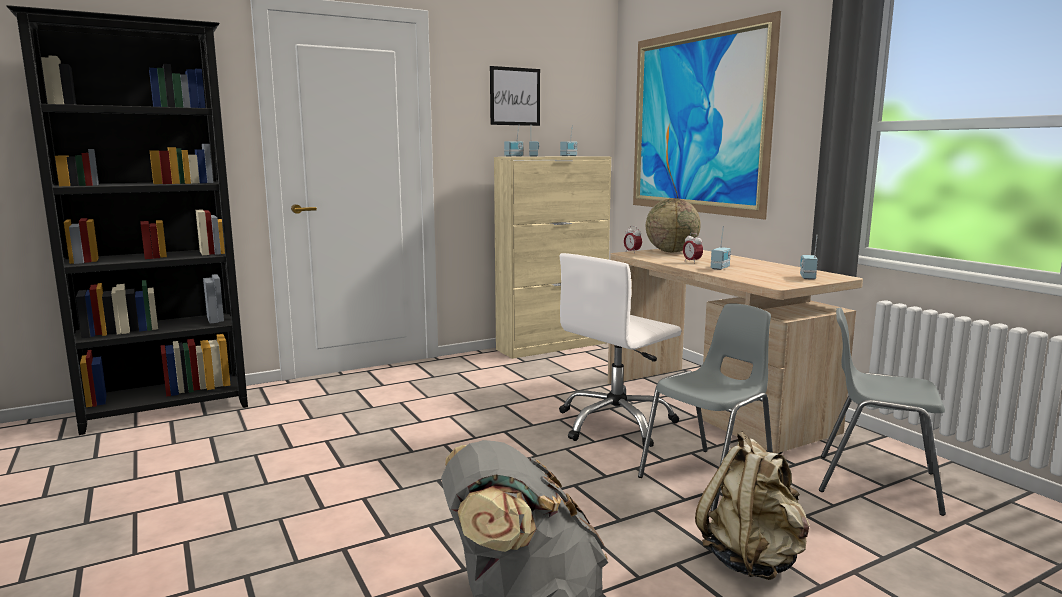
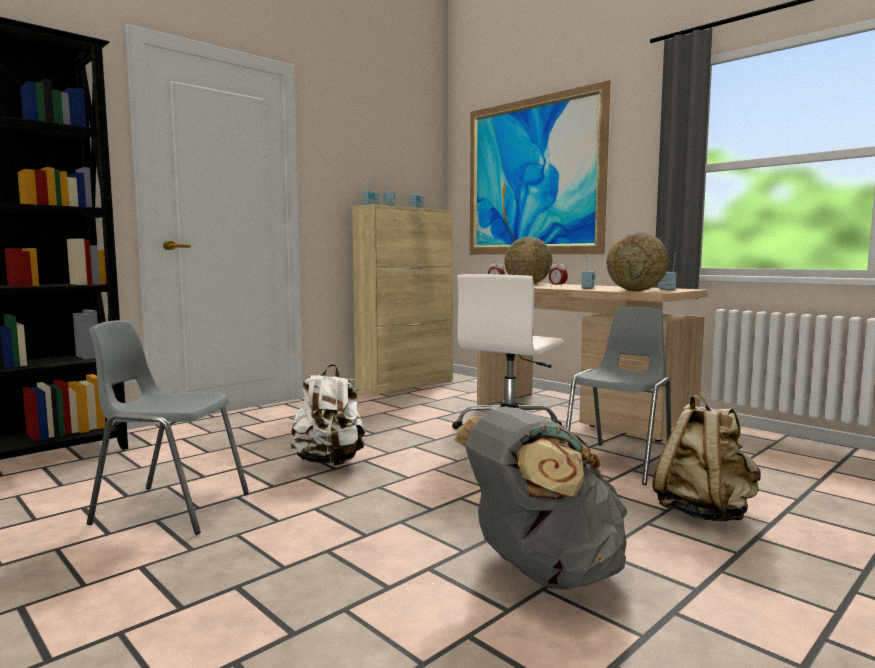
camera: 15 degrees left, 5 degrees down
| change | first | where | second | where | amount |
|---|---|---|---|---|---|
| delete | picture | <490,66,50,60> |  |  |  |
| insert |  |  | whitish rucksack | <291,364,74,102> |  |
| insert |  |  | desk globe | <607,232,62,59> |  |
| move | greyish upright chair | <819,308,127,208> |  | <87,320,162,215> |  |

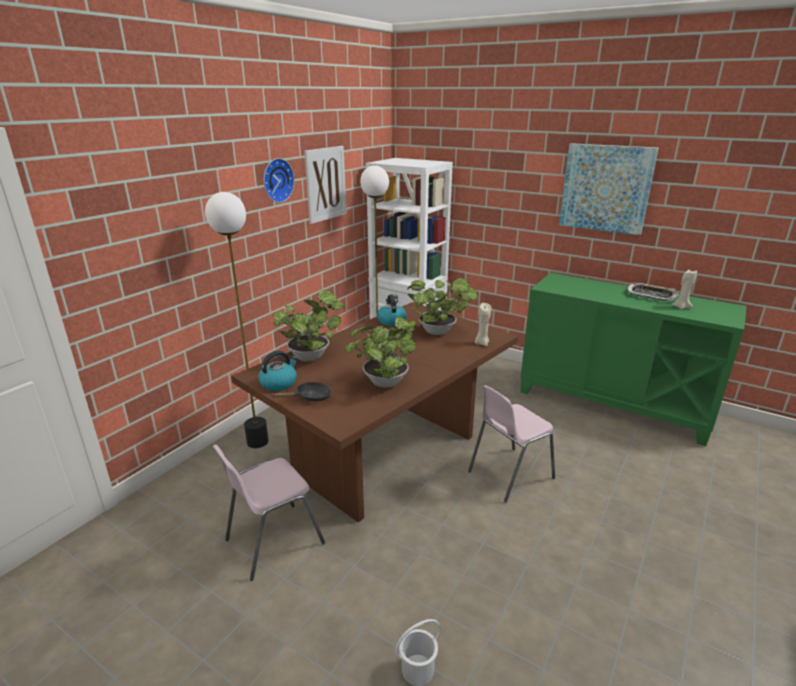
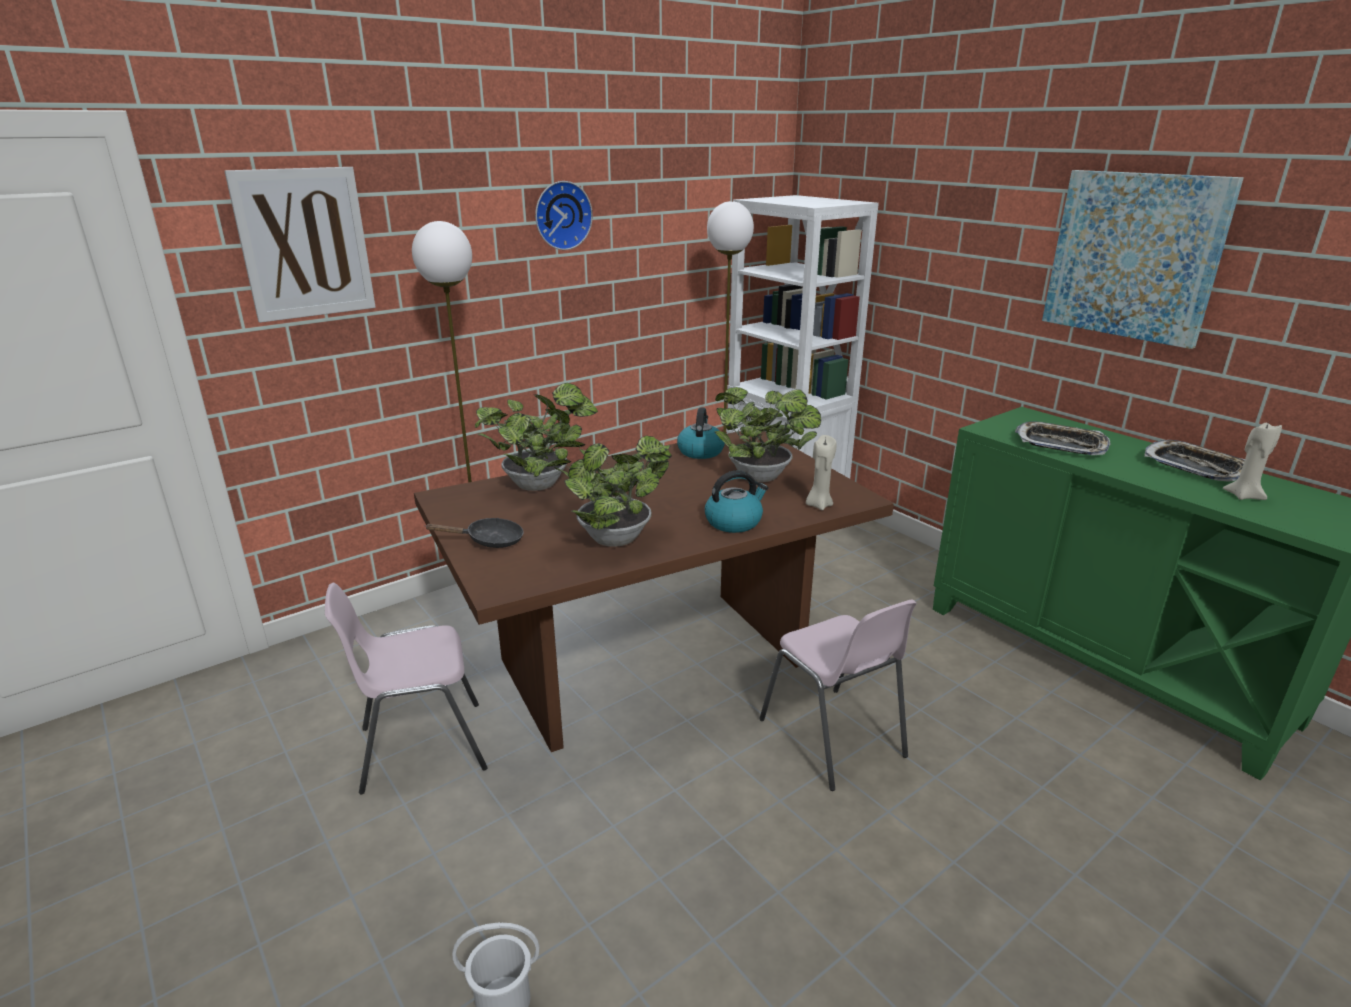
camera: 20 degrees right, 0 degrees up
| change | first | where | second | where | amount |
|---|---|---|---|---|---|
| insert |  |  | carrying tray | <1015,421,96,34> |  |
| move | kettle | <258,351,40,40> |  | <705,470,63,63> |  |
| move | picture | <304,146,43,78> |  | <224,167,152,156> |  |
| rotate | pink upright chair | <468,385,87,117> |  | <759,599,158,192> | 105 degrees counterclockwise |

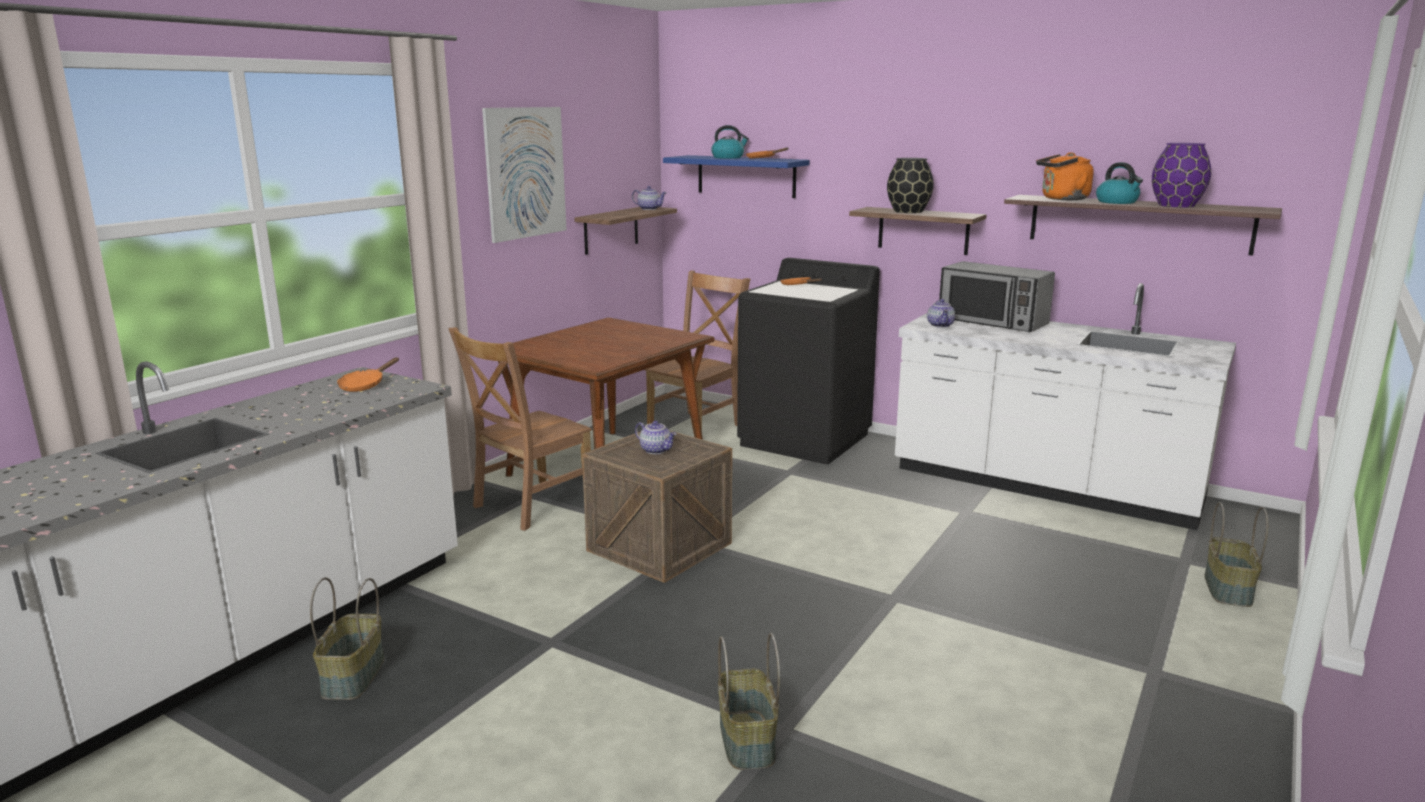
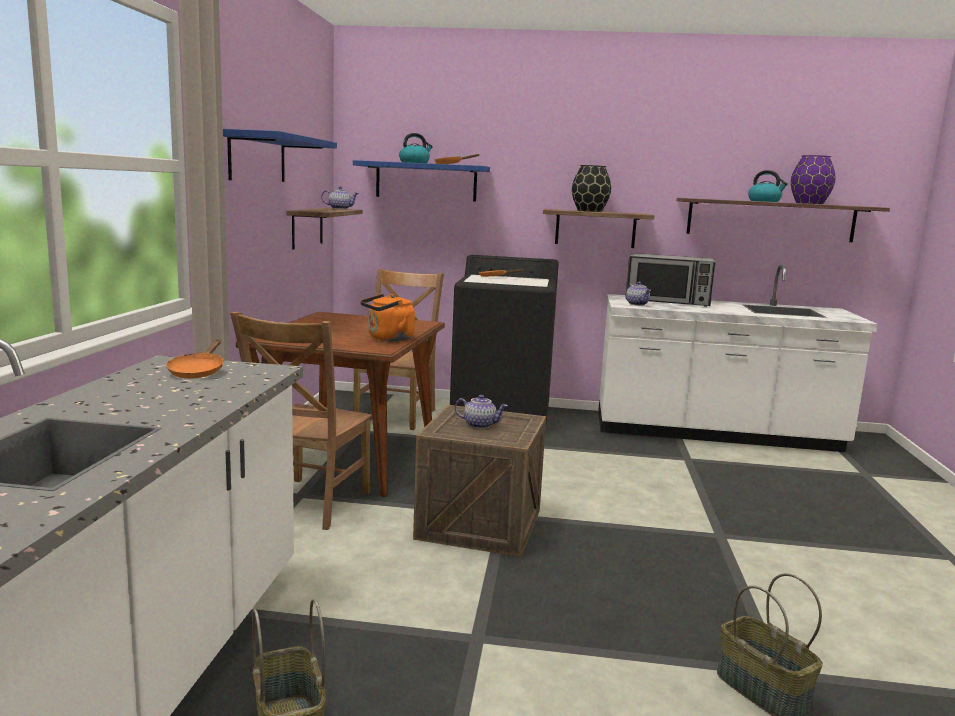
camera: 25 degrees left, 5 degrees down
| change | first | where | second | where | amount |
|---|---|---|---|---|---|
| delete | basket | <1204,502,64,105> |  |  |  |
| move | orange-coloured kettle | <1036,152,58,48> |  | <360,294,55,47> |  |
| replace | picture | <482,107,85,136> | blue-coloured wall shelf | <223,129,114,53> |  |

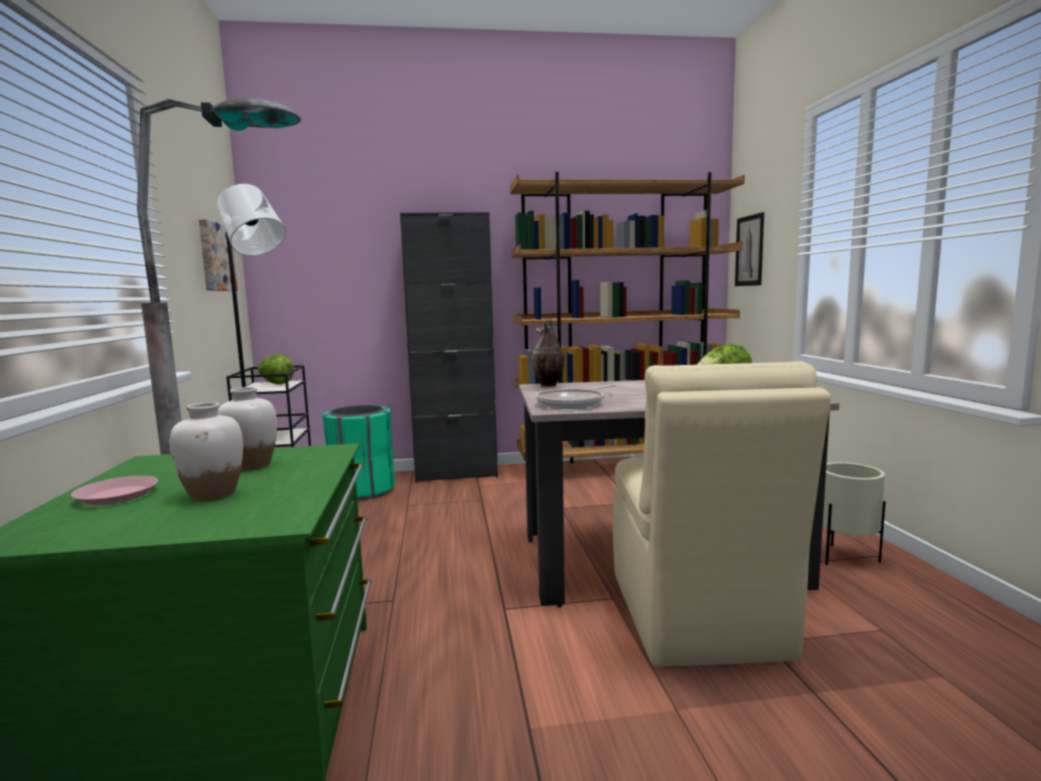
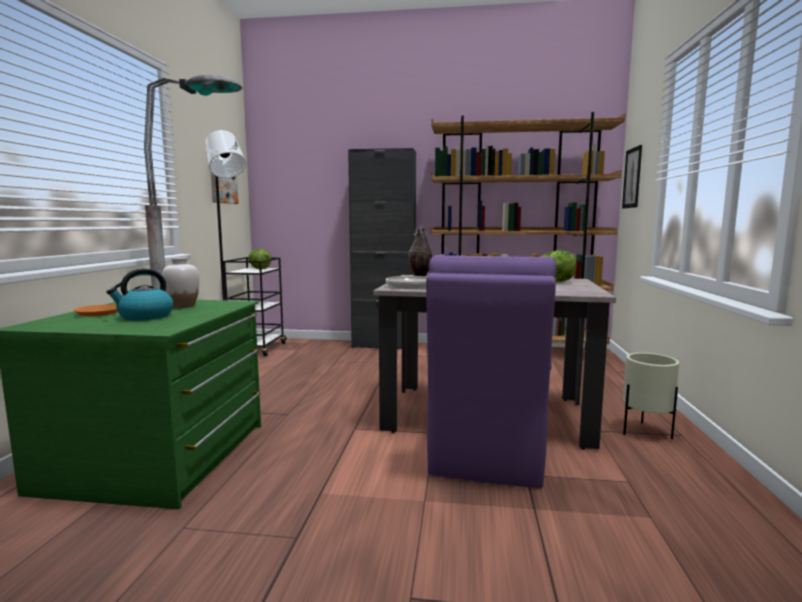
camera: 15 degrees right, 0 degrees up
| change | first | where | second | where | amount |
|---|---|---|---|---|---|
| delete | greenish rubbish bin | <322,405,73,96> |  |  |  |
| replace | whitish vase | <170,402,73,99> | kettle | <106,269,67,51> |  |
| recolor | pink dinner plate | <71,476,87,30> | orange-coloured dinner plate | <73,304,45,13> |  |
| recolor | beige upright chair | <613,361,218,306> | purple-coloured upright chair | <426,255,130,234> |  |

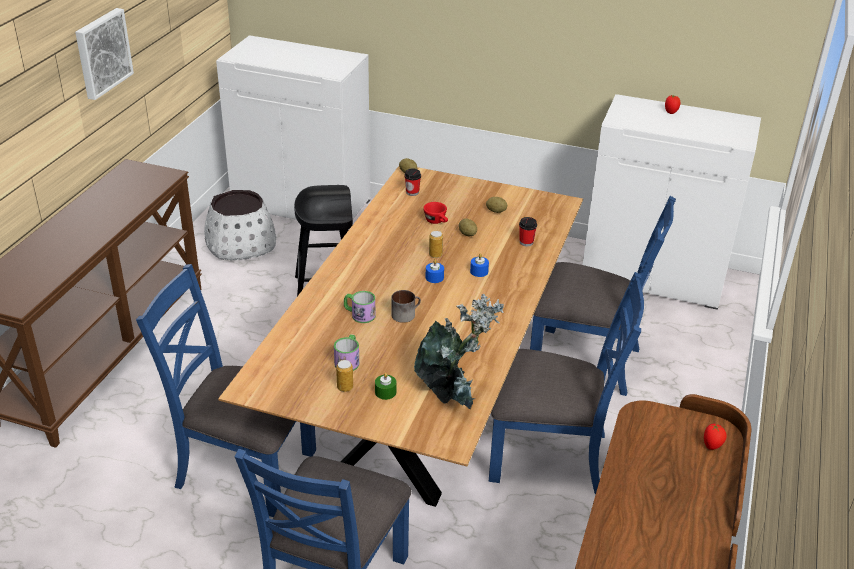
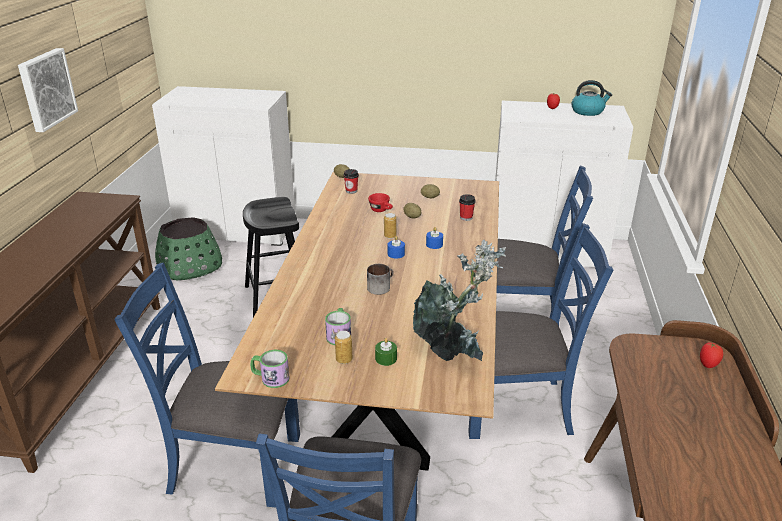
camera: 10 degrees left, 5 degrees down
| change | first | where | second | where | amount |
|---|---|---|---|---|---|
| insert |  |  | kettle | <571,80,41,36> |  |
| move | coffee mug | <344,291,31,32> |  | <250,350,40,38> |  |
| recolor | whitish plant pot | <204,190,72,70> | greenish plant pot | <155,217,67,63> |  |

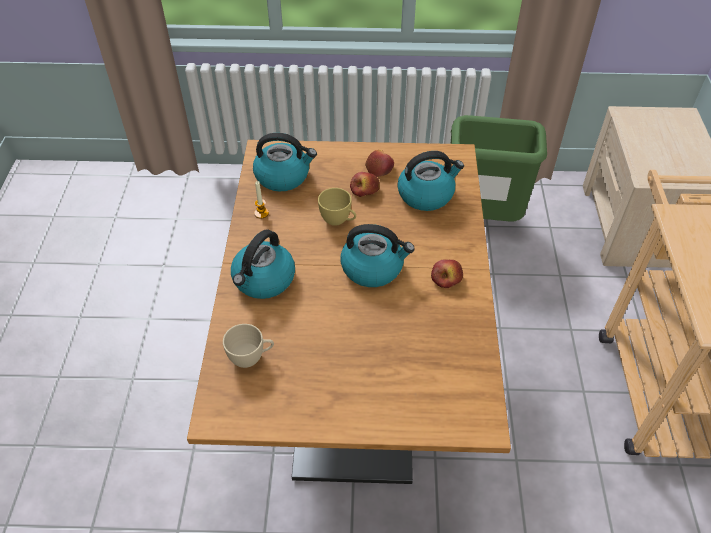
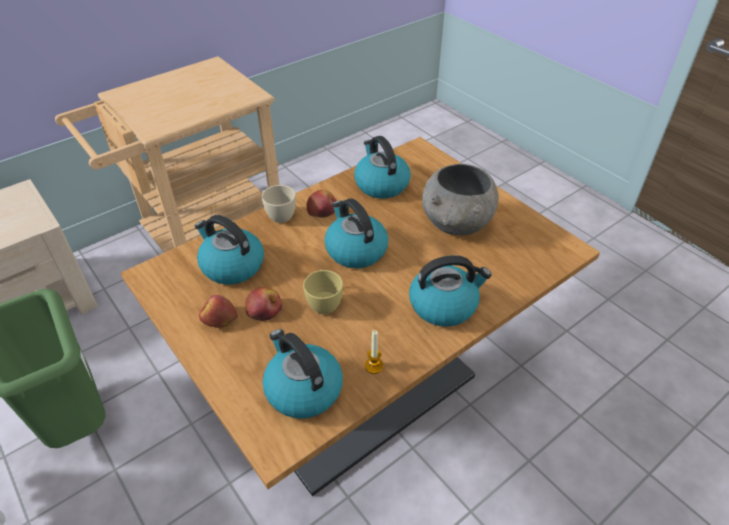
camera: 130 degrees left, 5 degrees down
| change | first | where | second | where | amount |
|---|---|---|---|---|---|
| insert |  |  | kettle | <354,136,57,62> |  |
| insert |  |  | greyish serving bowl | <422,164,77,71> |  |
| move | beige drinking cup | <223,324,51,44> |  | <262,185,34,38> |  |

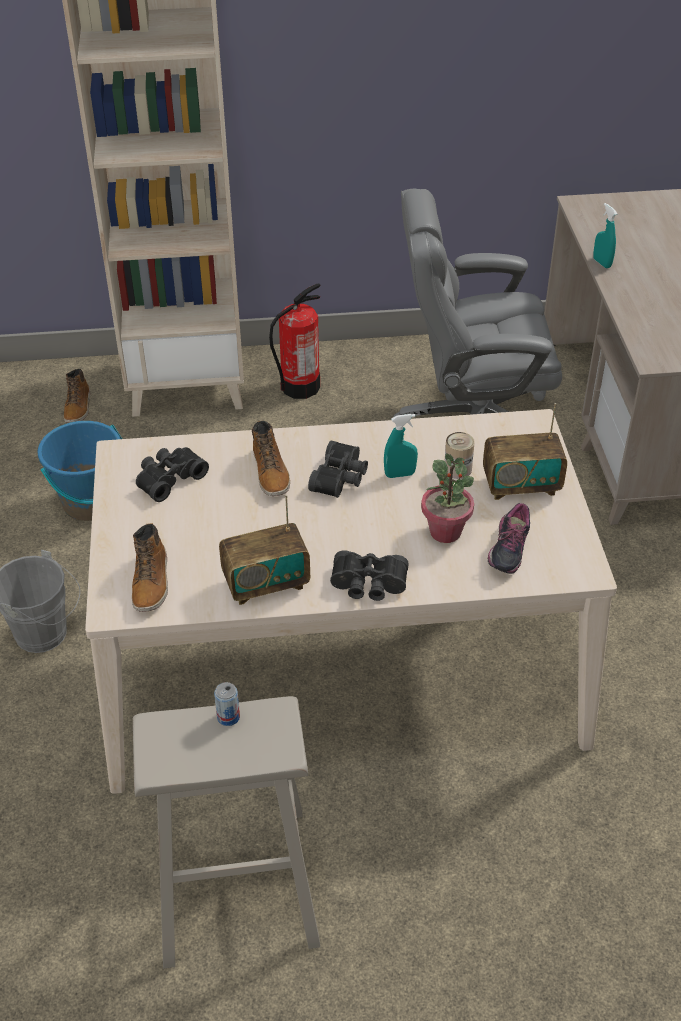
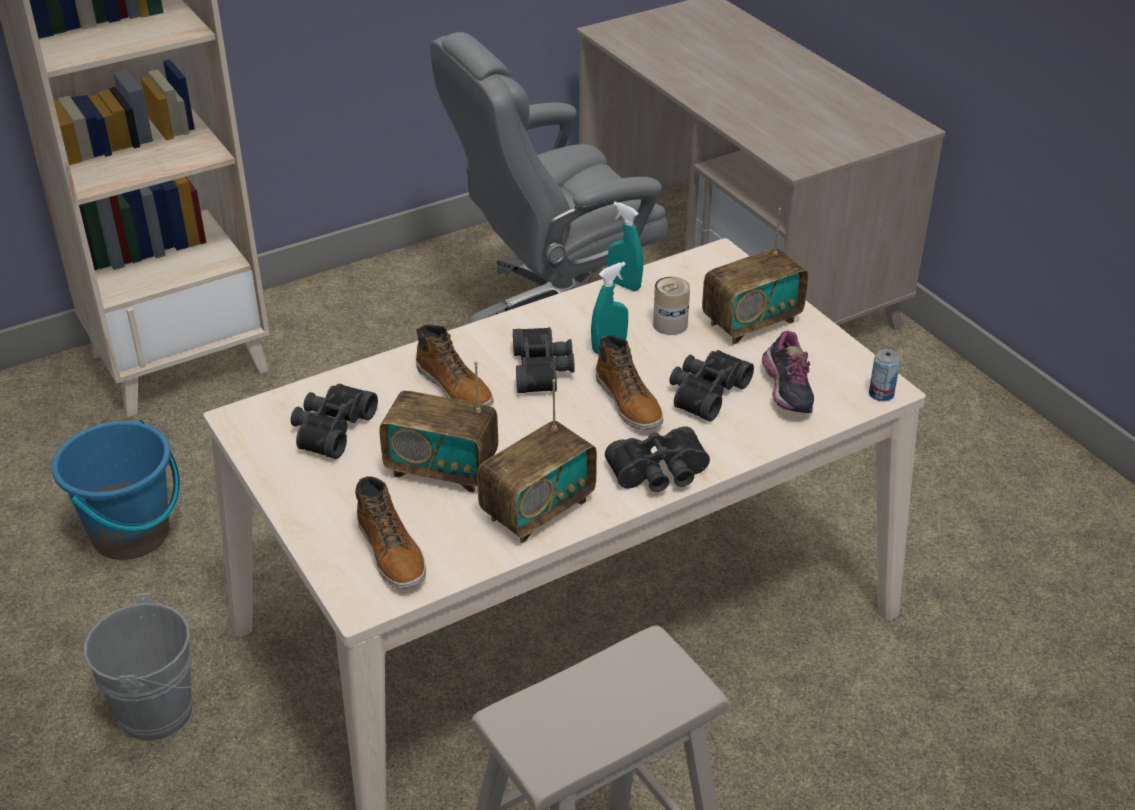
camera: 25 degrees left, 5 degrees down
| change | first | where | second | where | amount |
|---|---|---|---|---|---|
| delete | fire-fighting cylinder | <269,283,51,116> |  |  |  |
| insert |  |  | radio set | <379,361,119,132> |  |
| move | tall boot | <64,369,26,54> |  | <596,335,67,94> |  |
| move | can | <214,682,26,44> |  | <869,349,31,52> |  |
| move | turquoise sprayer | <593,203,24,65> |  | <608,202,35,89> |  |
| replace | plant in a pot | <421,453,53,90> | black field glasses | <669,350,85,72> |  |

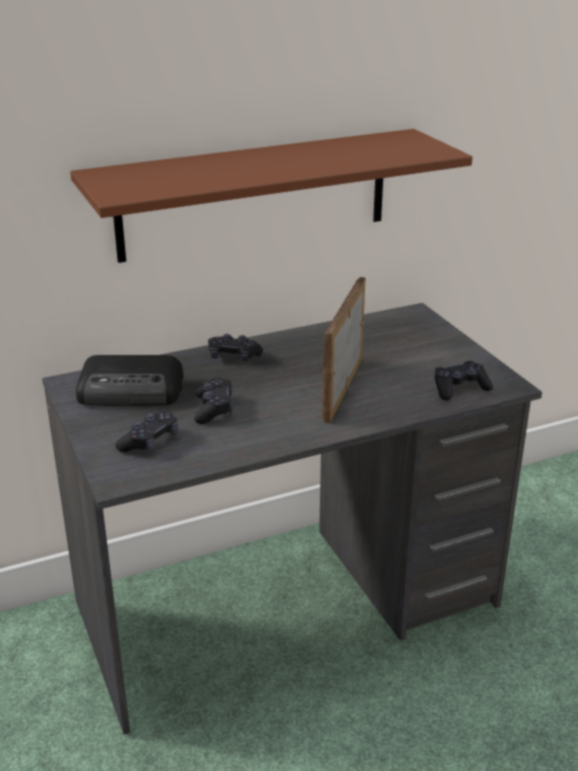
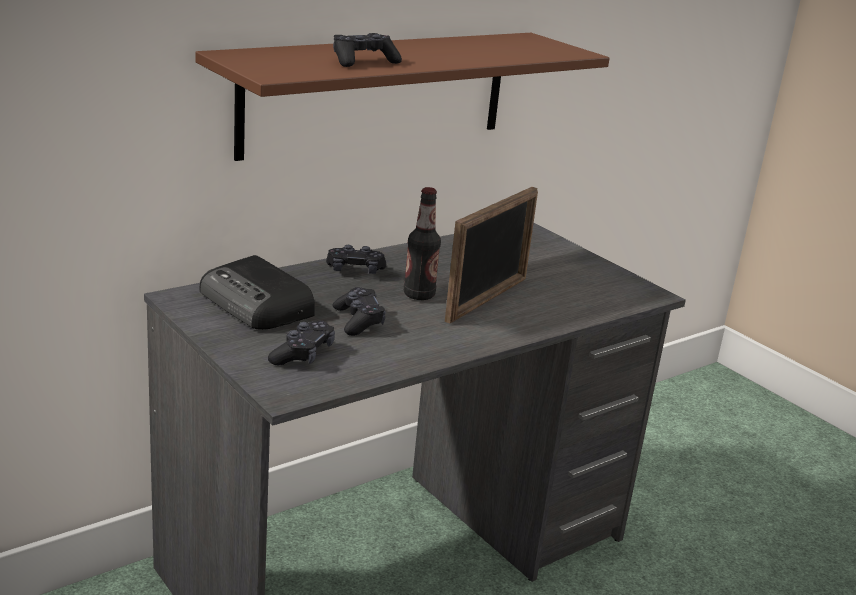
camera: 15 degrees left, 5 degrees down
| change | first | where | second | where | amount |
|---|---|---|---|---|---|
| insert |  |  | bottle | <404,187,37,113> |  |
| move | black gamepad | <434,361,59,39> |  | <333,33,69,34> |  |
| rotate | radio set | <76,355,107,51> |  | <199,255,116,75> | 60 degrees clockwise |
| rotate | photo frame | <322,277,43,147> |  | <445,187,93,137> | 150 degrees counterclockwise |

